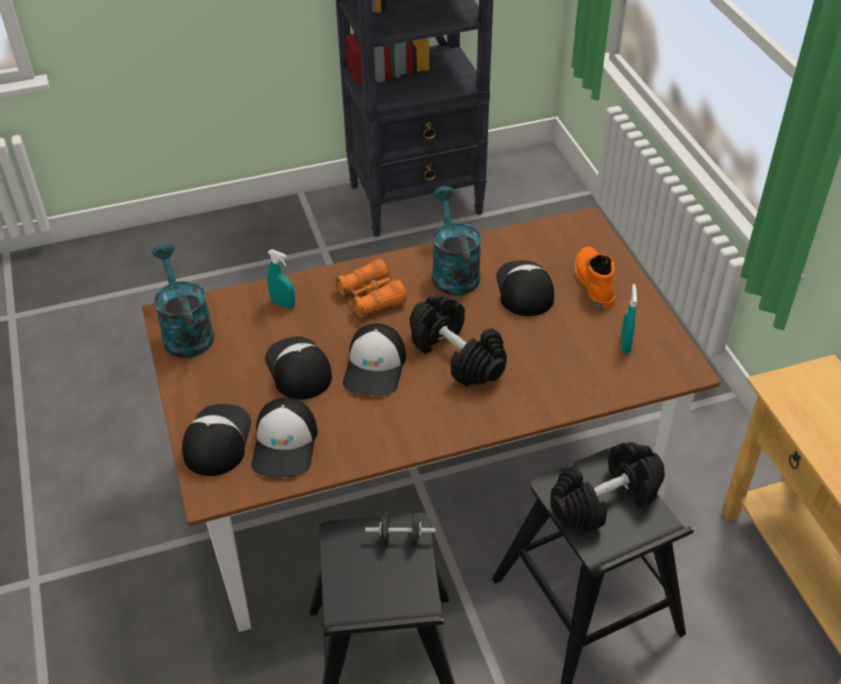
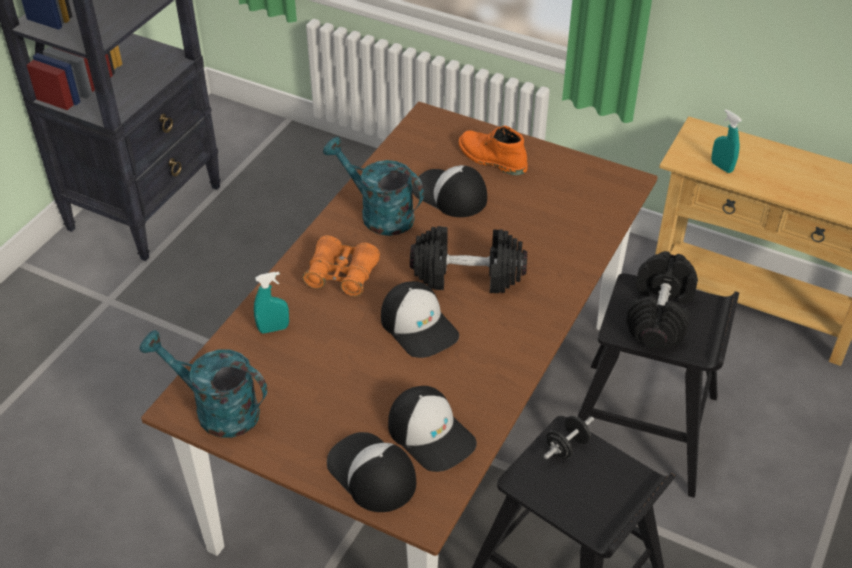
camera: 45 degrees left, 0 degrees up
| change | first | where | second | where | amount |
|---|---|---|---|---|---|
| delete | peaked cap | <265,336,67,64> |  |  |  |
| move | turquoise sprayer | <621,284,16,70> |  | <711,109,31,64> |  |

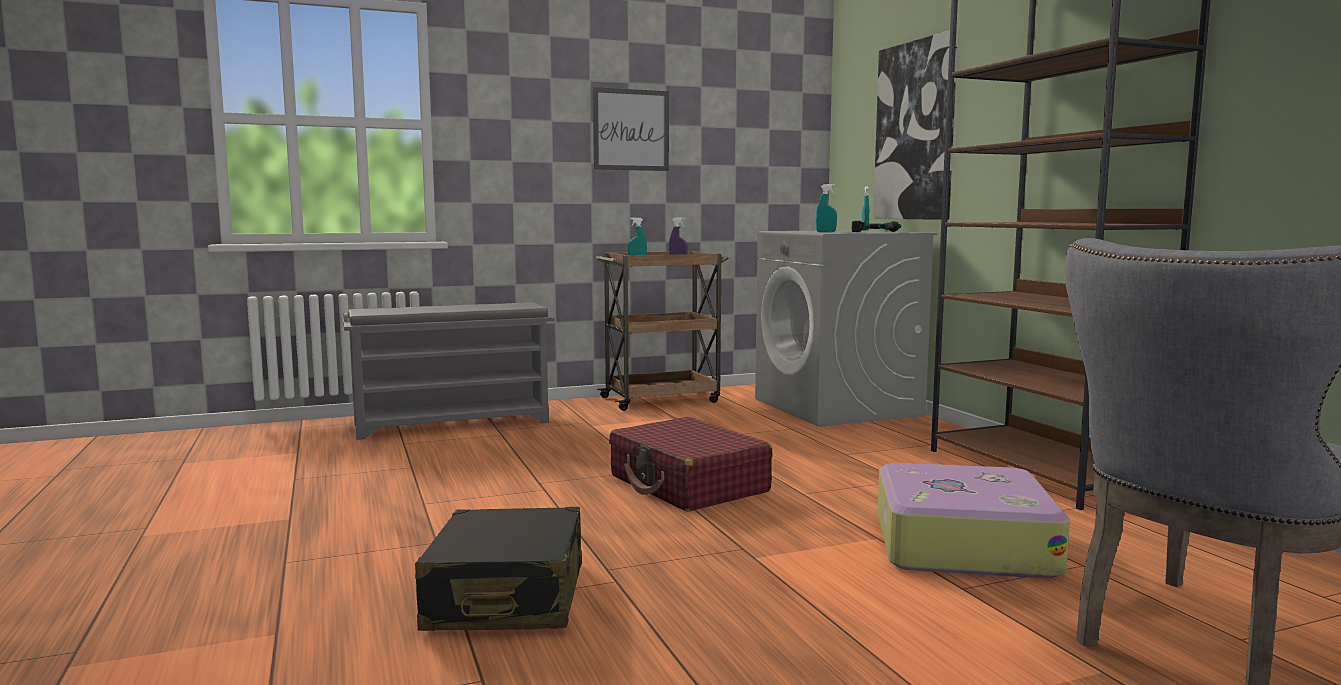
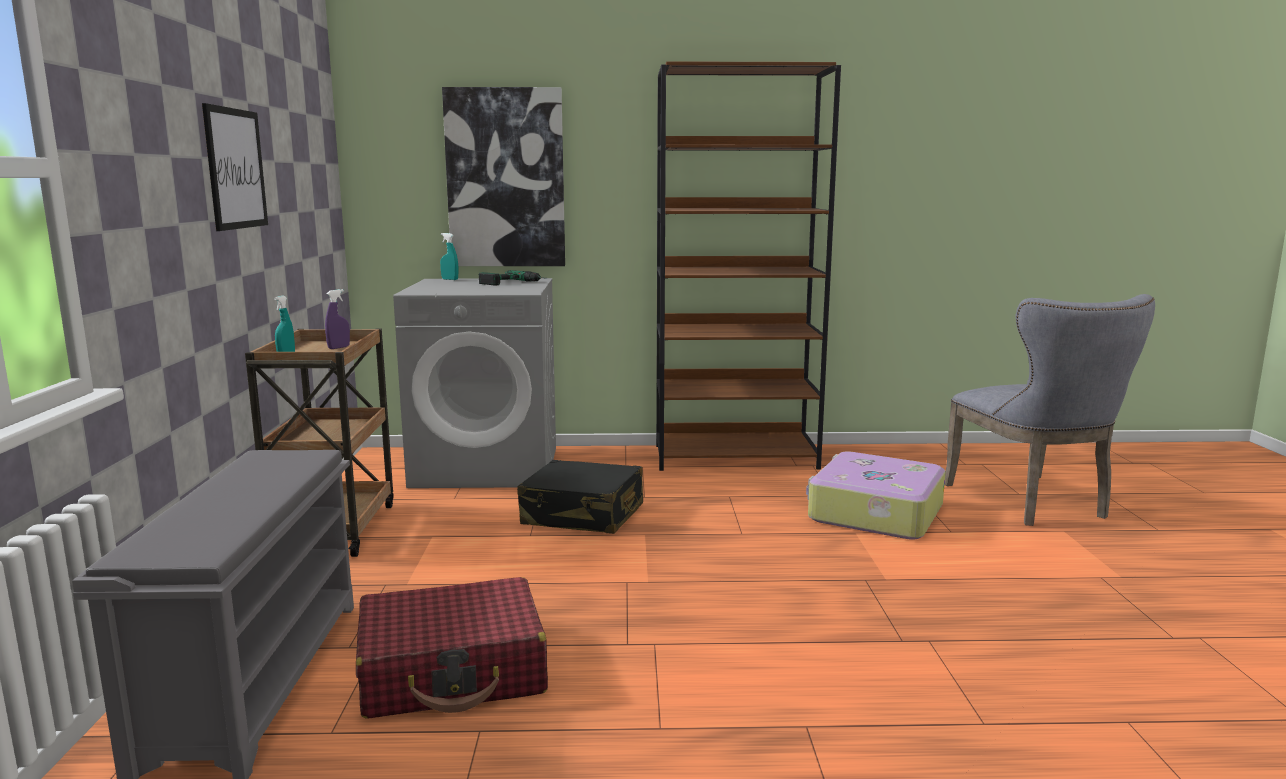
camera: 70 degrees left, 5 degrees up
| change | first | where | second | where | amount |
|---|---|---|---|---|---|
| delete | turquoise sprayer | <816,184,21,48> |  |  |  |
| move | black travel case | <415,507,167,124> |  | <517,460,126,74> |  |
| move | red-coloured travel case | <609,417,164,95> |  | <356,577,192,142> |  |

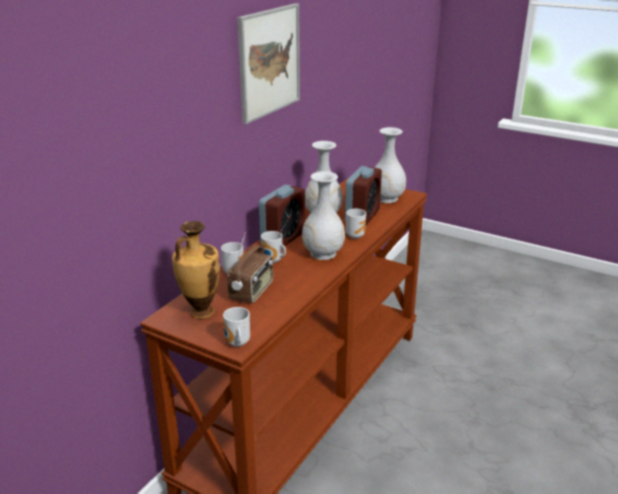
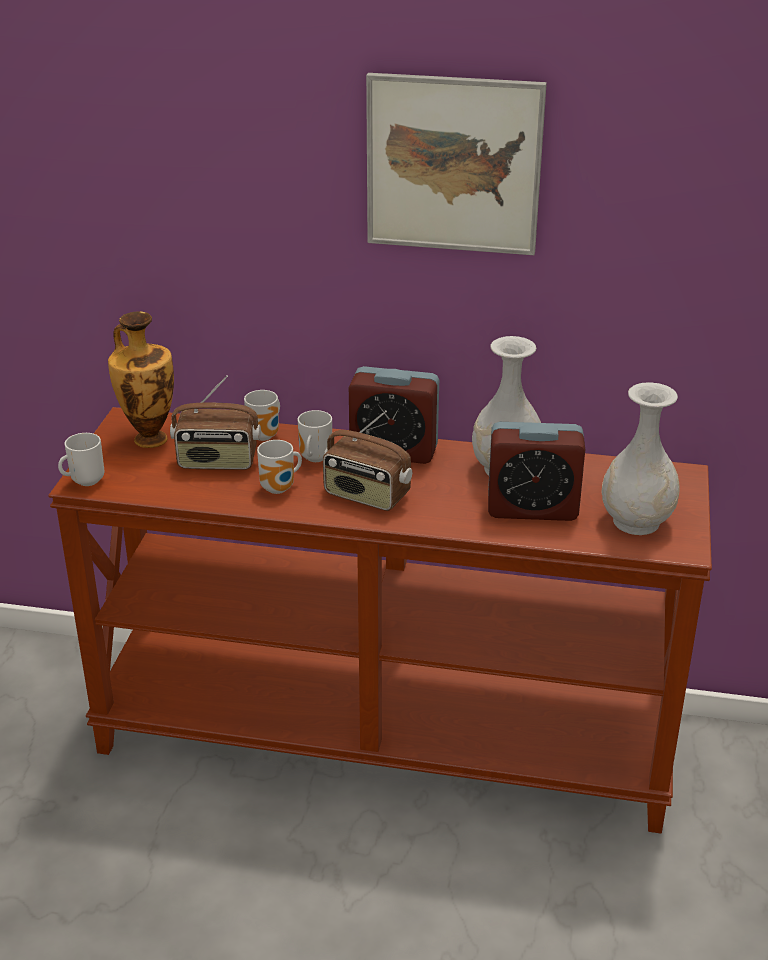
camera: 70 degrees right, 5 degrees up
| change | first | where | second | where | amount |
|---|---|---|---|---|---|
| move | coffee mug | <346,209,20,30> |  | <257,440,45,54> |  |
| replace | whitish vase | <302,171,43,89> | radio set | <323,410,89,101> |  |

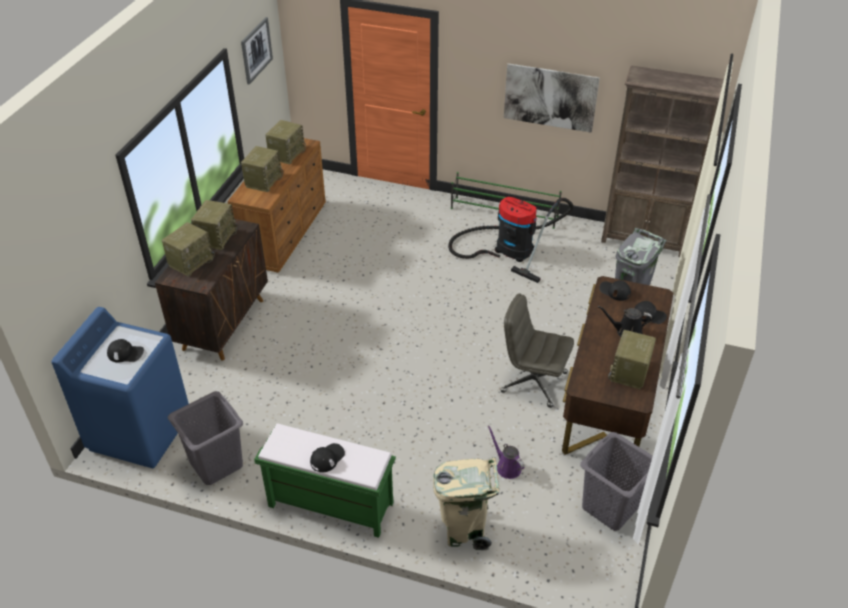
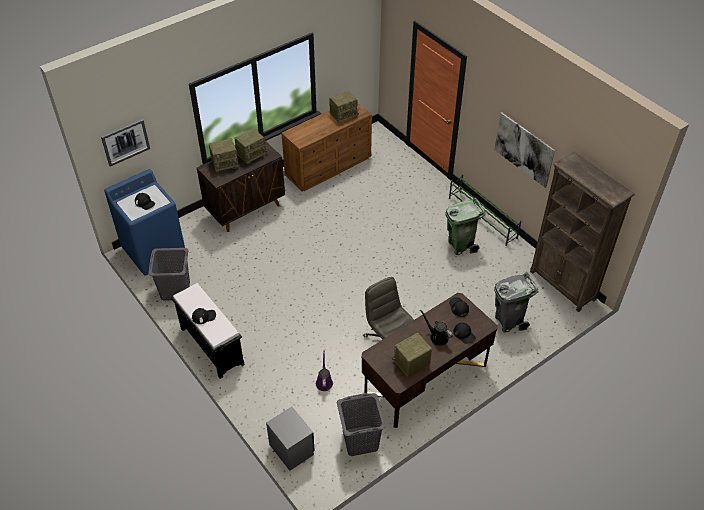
camera: 35 degrees right, 5 degrees up
| change | first | where | second | where | amount |
|---|---|---|---|---|---|
| delete | radio set | <241,146,42,46> |  |  |  |
| delete | beige rubbish bin | <433,457,66,93> |  |  |  |
| insert |  |  | greyish bedside table | <266,407,49,64> |  |
| move | picture | <241,17,32,68> |  | <101,119,49,47> |  |
| replace | vacuum cleaner | <448,197,126,86> | greenish rubbish bin | <446,197,40,58> |  |
| recolor | greenish long seat | <254,423,142,115> | black long seat | <171,283,73,96> |  |

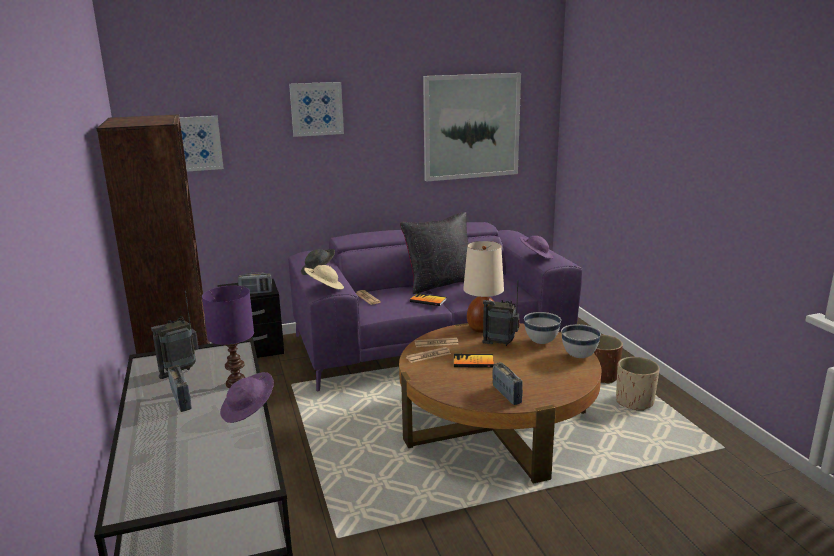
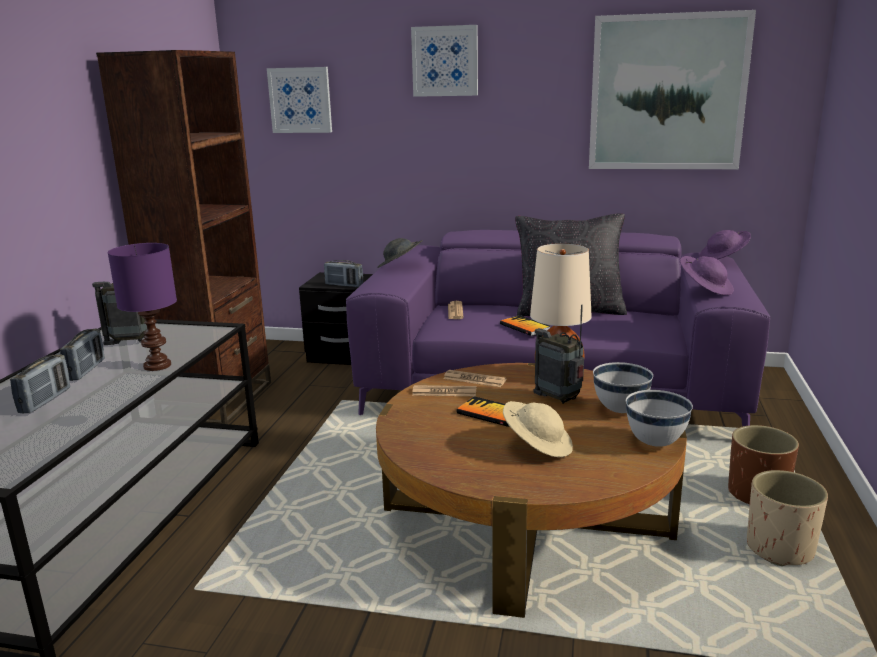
camera: 30 degrees right, 0 degrees up
| change | first | where | second | where | amount |
|---|---|---|---|---|---|
| move | purple-coloured wearable hat | <220,372,54,51> |  | <699,230,52,29> |  |
| move | beige wearable hat | <304,265,40,24> |  | <503,401,70,56> |  |
| move | radio set | <492,362,31,43> |  | <10,354,60,59> |  |

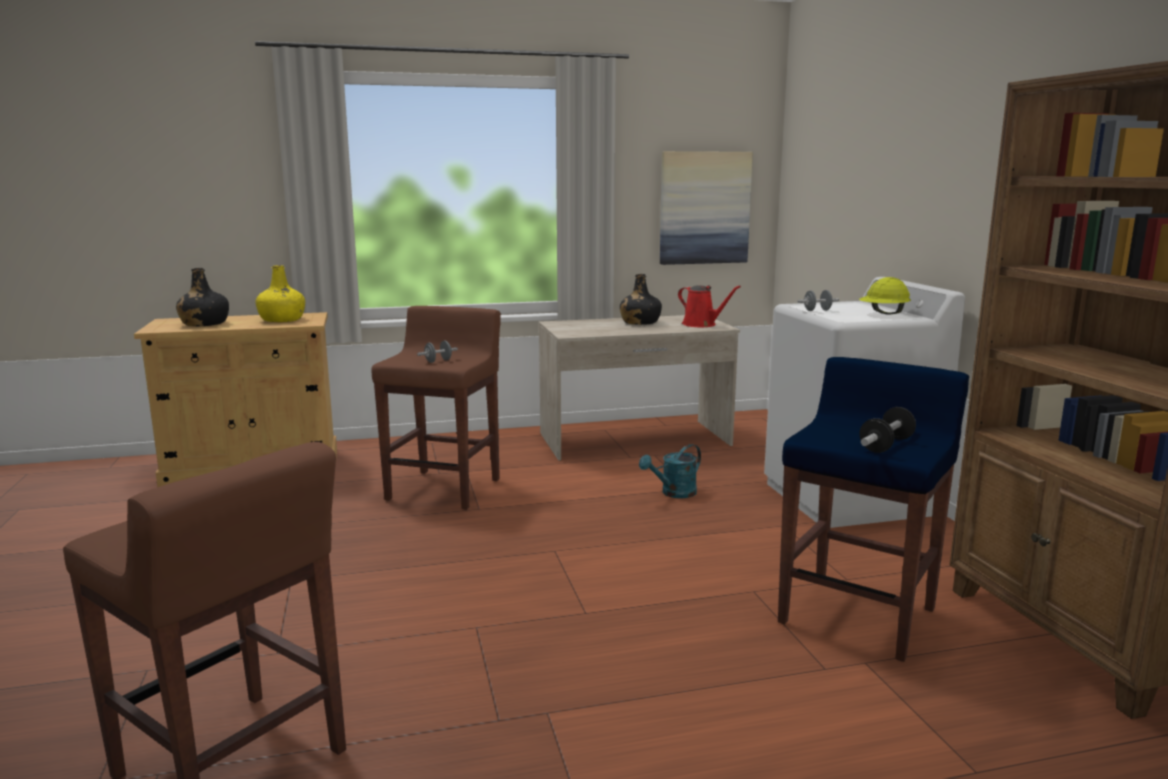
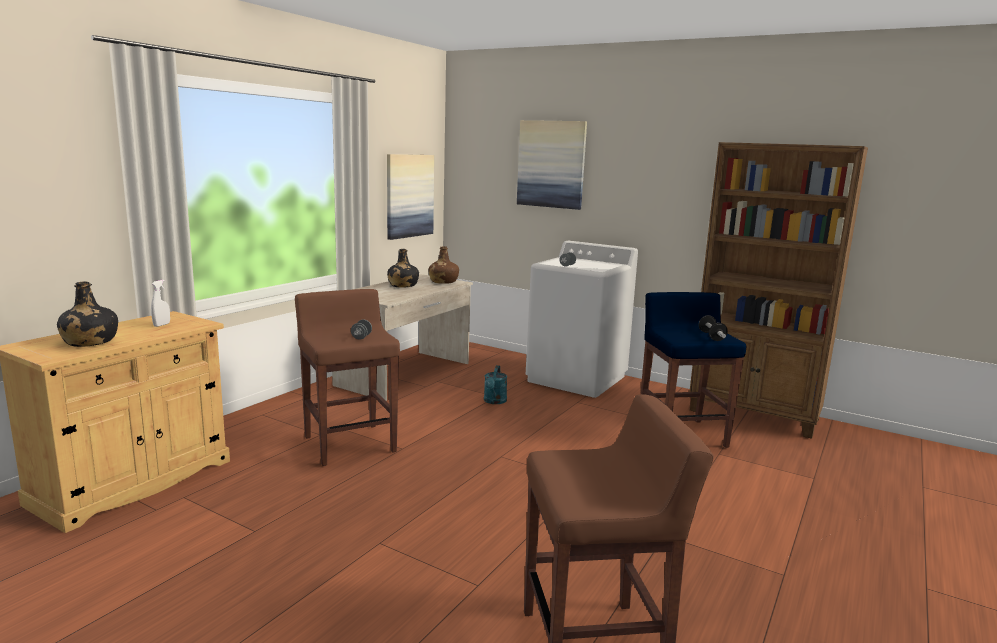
camera: 45 degrees left, 0 degrees up
| change | first | where | second | where | amount |
|---|---|---|---|---|---|
| delete | yellow hard hat | <859,277,52,37> |  |  |  |
| insert |  |  | picture | <517,120,70,90> |  |
| replace | yellow bottle | <256,265,49,57> | whitish sprayer | <151,280,19,47> |  |
| replace | red-coloured sprinkling can | <678,285,63,42> | brownish bottle | <428,246,31,38> |  |

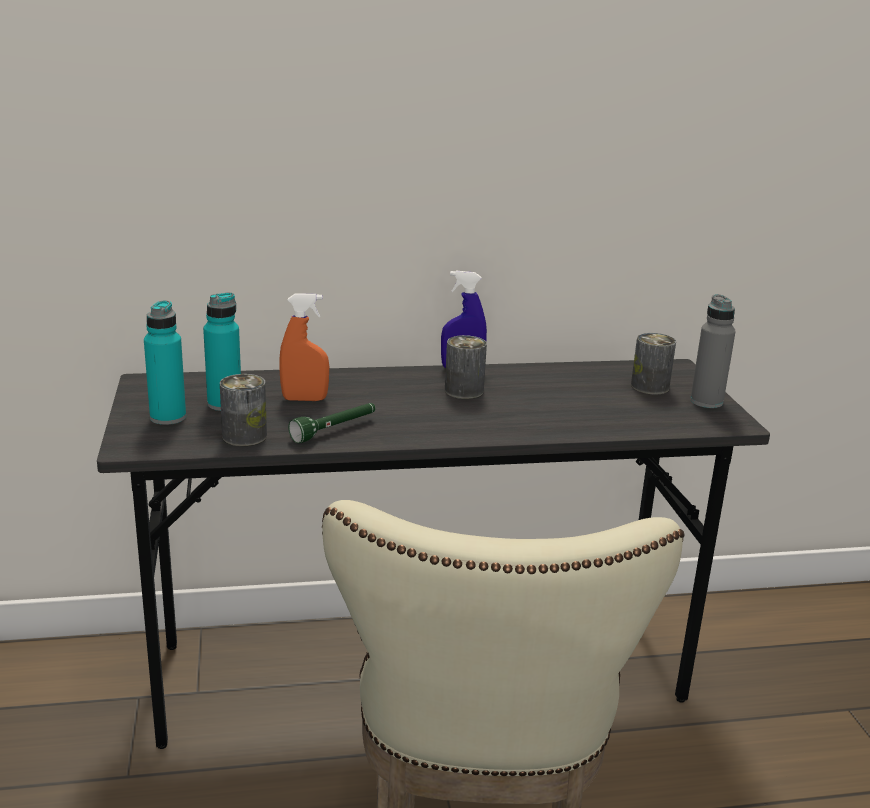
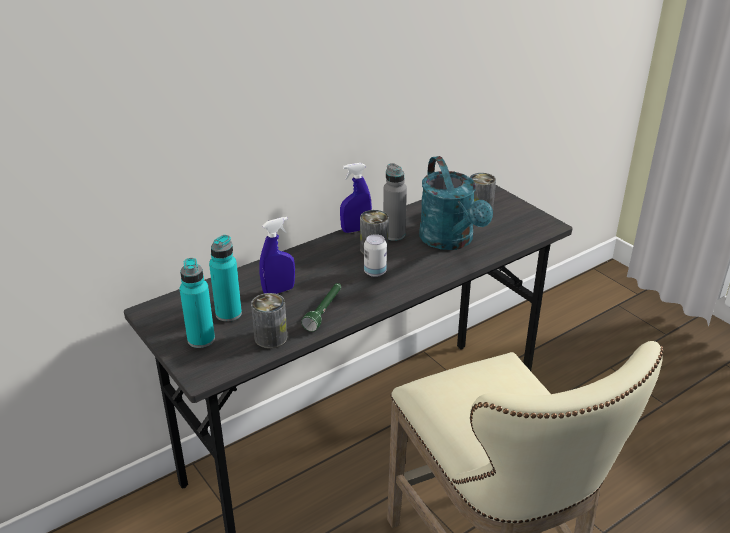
camera: 25 degrees left, 10 degrees up
| change | first | where | second | where | amount |
|---|---|---|---|---|---|
| insert |  |  | can | <364,234,23,43> |  |
| insert |  |  | turquoise sprinkling can | <419,156,74,94> |  |
| move | greyish bottle | <690,294,46,114> |  | <383,163,24,78> |  |
| recolor | orange-coloured sprayer | <279,294,50,107> | blue-coloured sprayer | <259,217,36,77> |  |

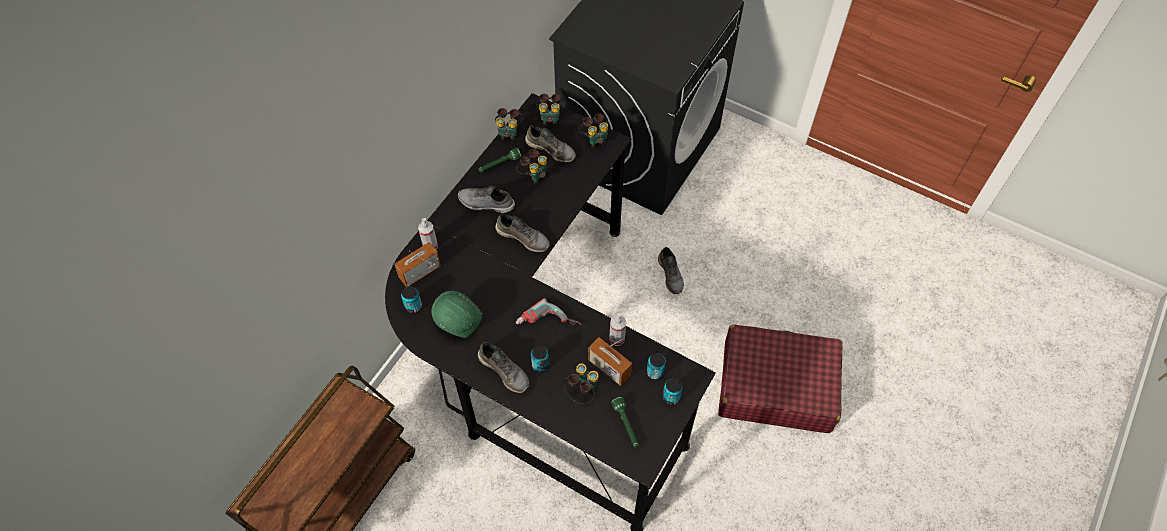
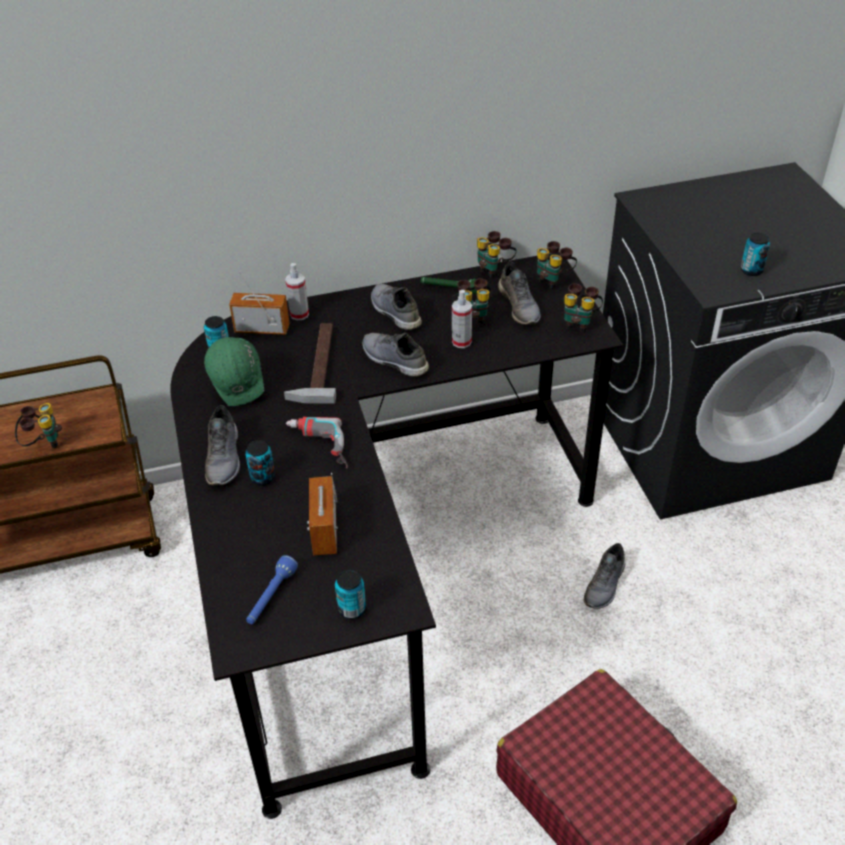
camera: 45 degrees right, 15 degrees down
| change | first | where | second | where | amount |
|---|---|---|---|---|---|
| insert |  |  | tool hammer | <284,323,52,81> |  |
| move | field glasses | <564,363,35,41> |  | <15,403,47,46> |  |
| move | sprayer | <609,314,17,32> |  | <452,290,20,58> |  |
| move | can | <647,353,19,27> |  | <741,233,29,43> |  |
| recolor | greenish hand torch | <611,397,28,51> | blue-coloured hand torch | <246,555,52,69> |  |
| rotate | greyish shoe | <495,213,55,39> |  | <362,333,67,44> | 150 degrees clockwise |

